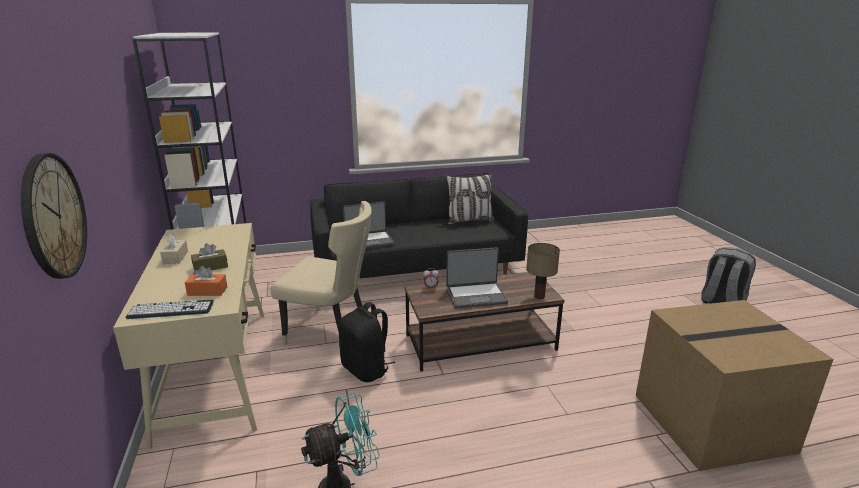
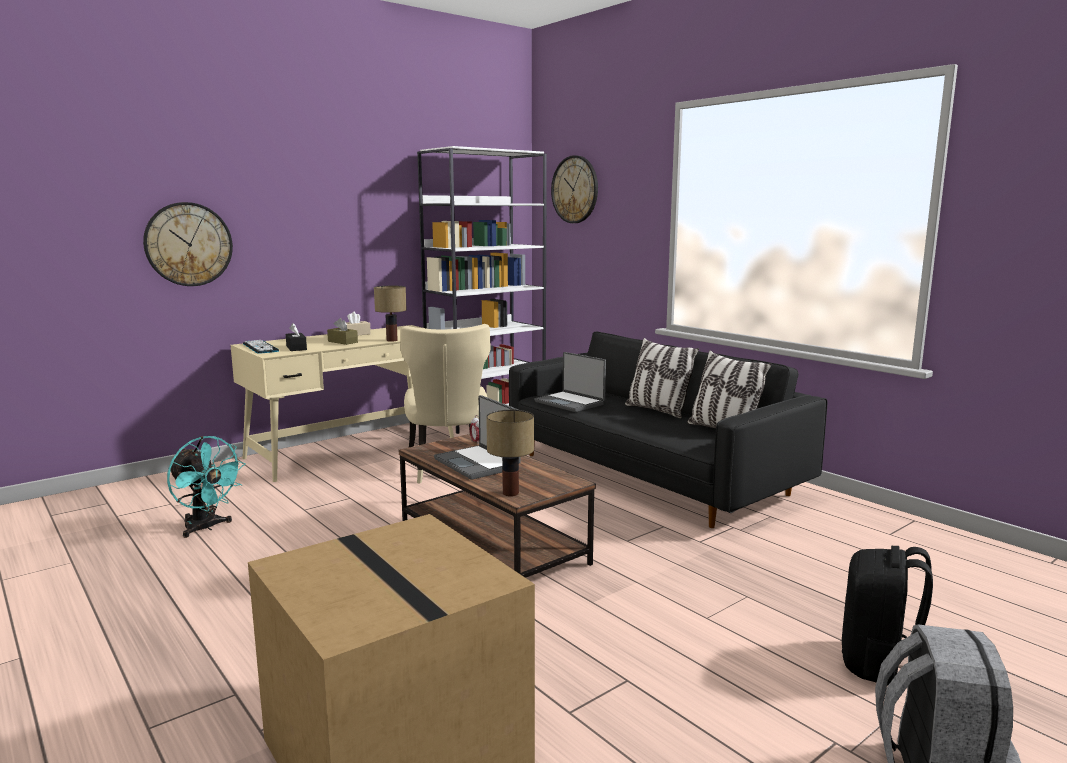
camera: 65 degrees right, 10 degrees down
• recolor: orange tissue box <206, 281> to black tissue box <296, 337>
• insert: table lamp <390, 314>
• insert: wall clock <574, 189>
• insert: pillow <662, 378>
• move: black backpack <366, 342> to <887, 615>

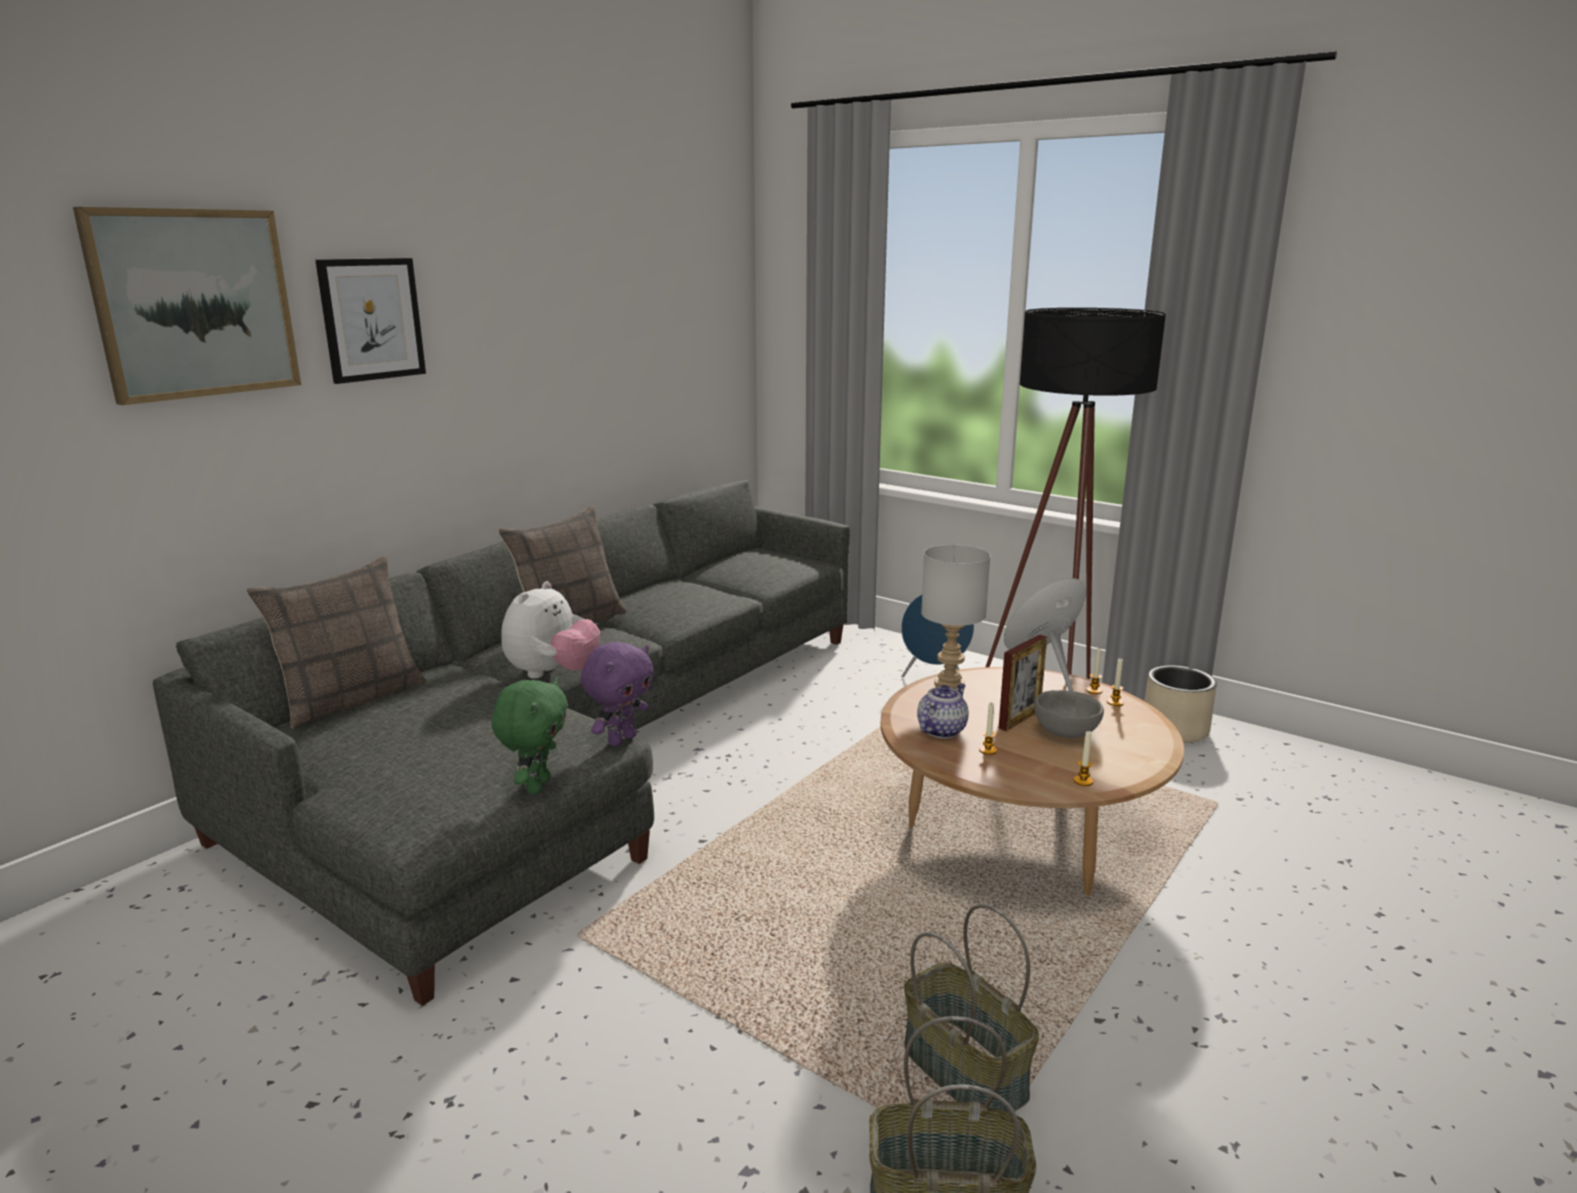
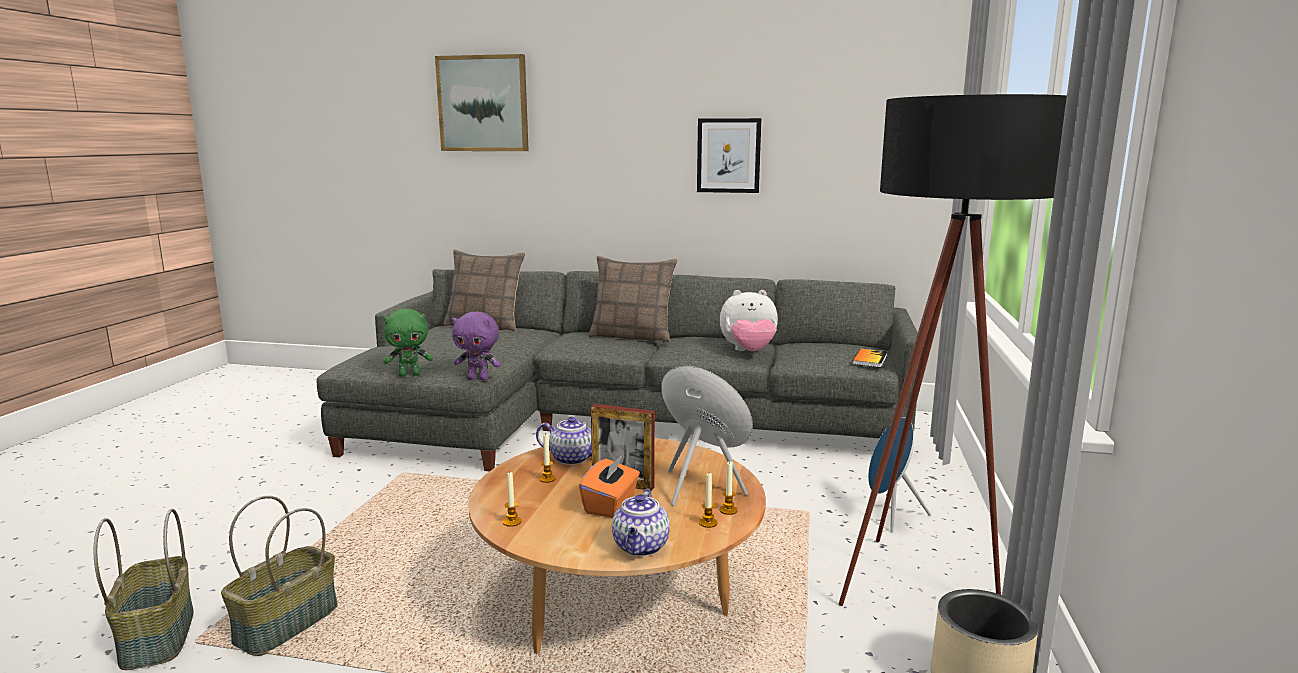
camera: 65 degrees right, 5 degrees down
• replace: grey bowl <1069, 714> to orange tissue box <609, 486>
• insert: teapot <641, 522>
• move: picture <370, 321> to <729, 155>
• move: plush toy <550, 629> to <749, 320>
• insert: book <870, 358>
• delete: grey table lamp <955, 617>

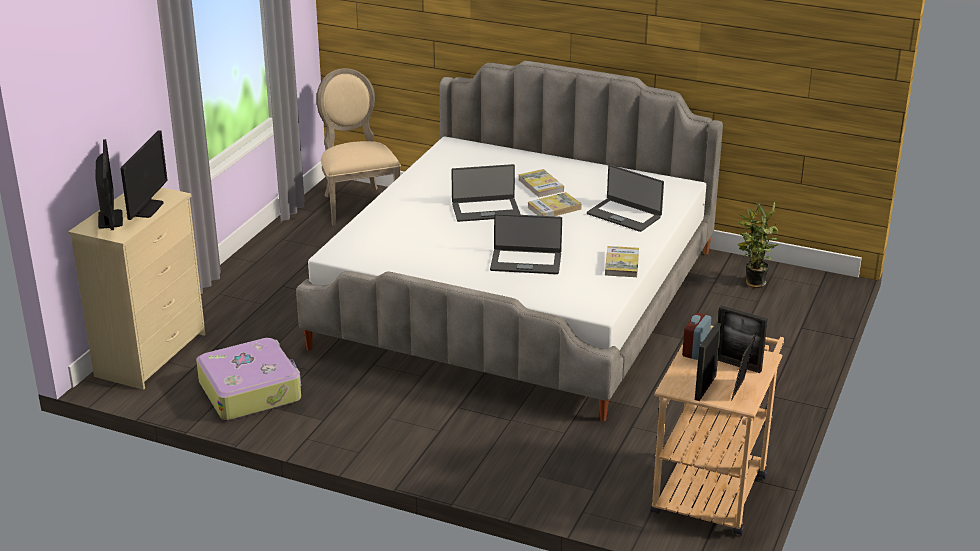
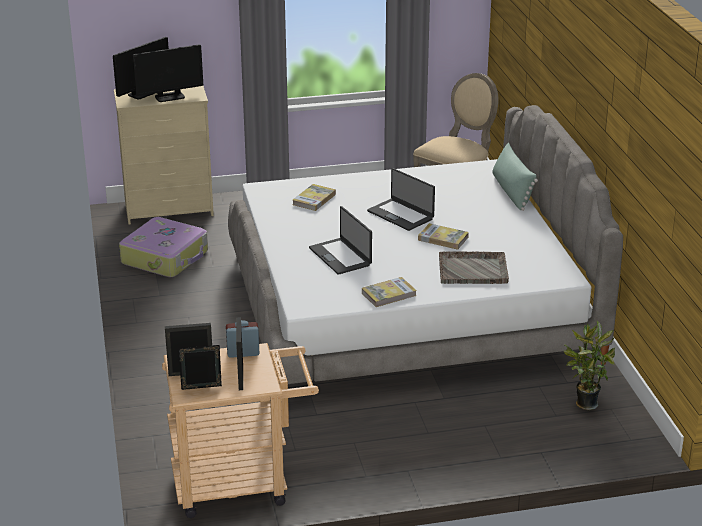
camera: 55 degrees right, 0 degrees up
• move: book <541, 183> to <314, 197>
• replace: laptop <625, 198> to grey tray <474, 267>
• insert: green pillow <515, 177>

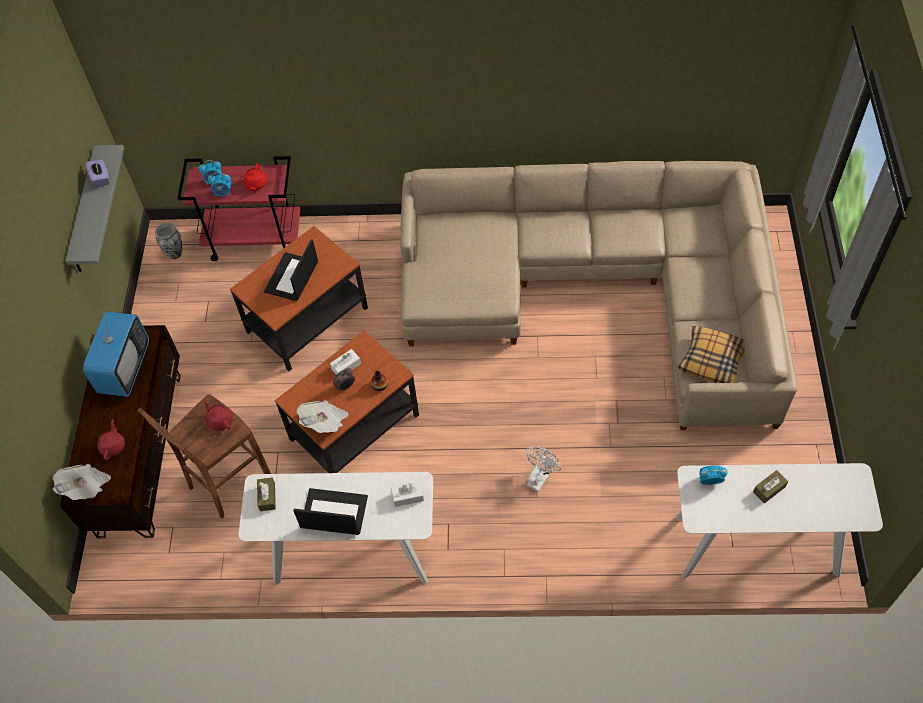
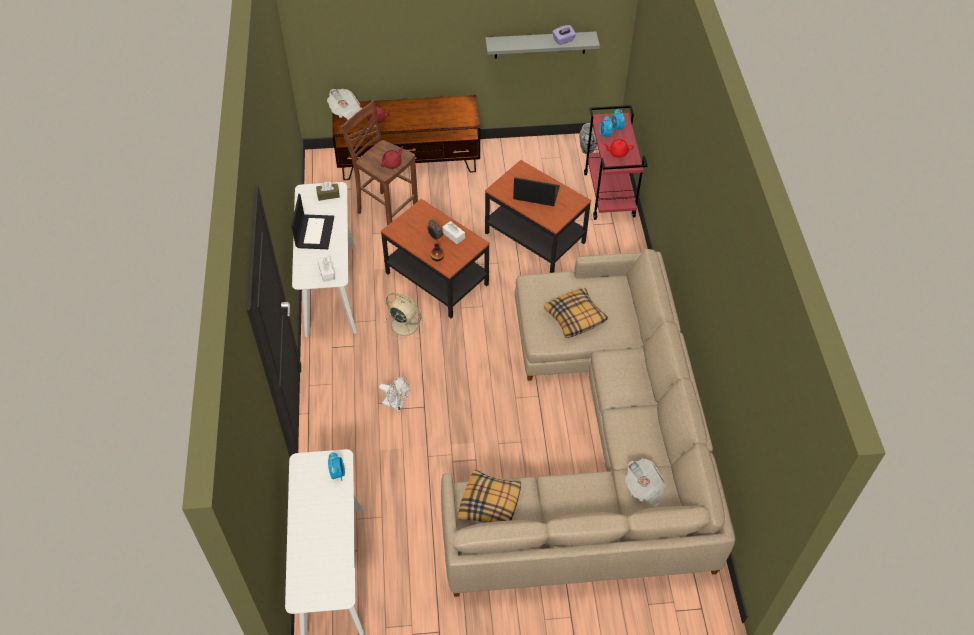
camera: 80 degrees right, 5 degrees down
• insert: beige fan <404, 316>
• insert: pillow <576, 313>
• move: newspaper <323, 416> to <645, 483>
• delete: television <116, 352>
• delete: brown tissue box <770, 486>

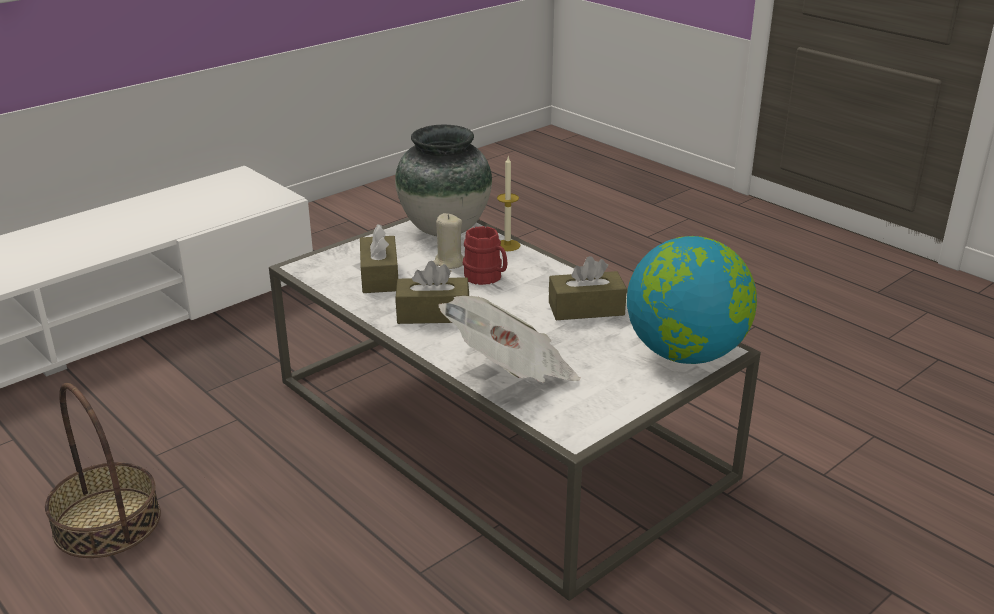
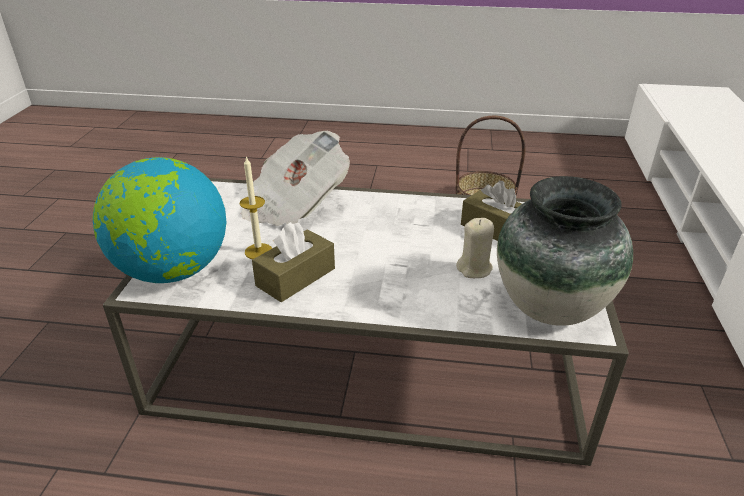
camera: 140 degrees right, 5 degrees up
• move: candle <509, 204> to <256, 207>
• delete: brown tissue box <432, 292>
• delete: red mug <485, 255>

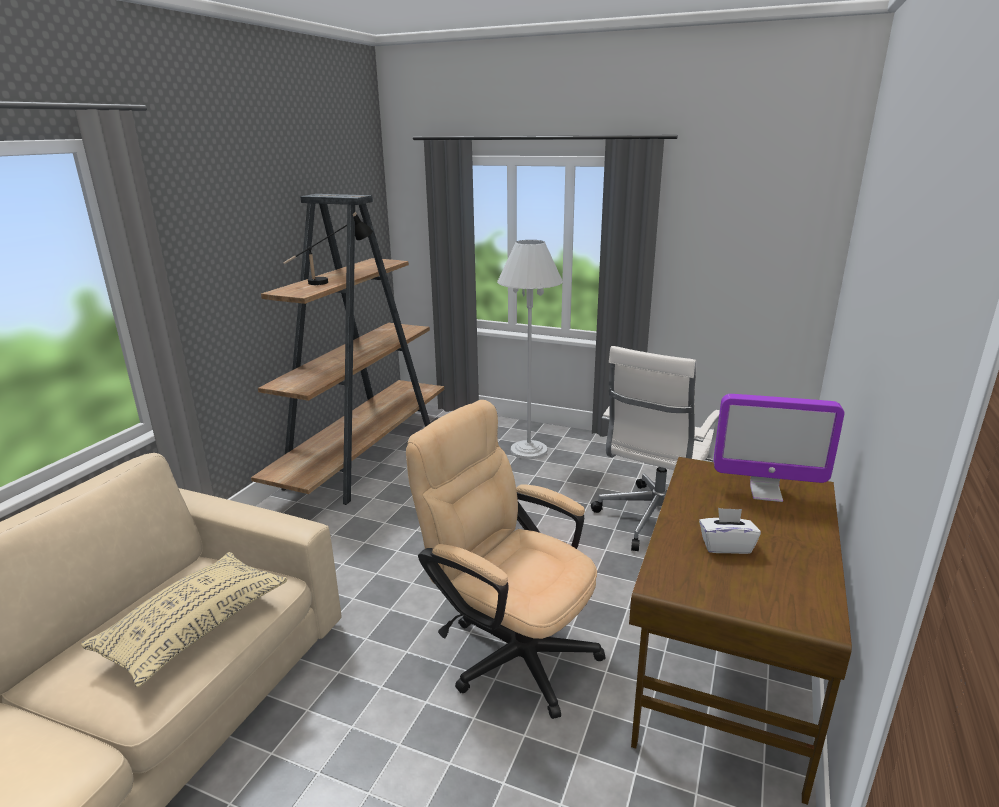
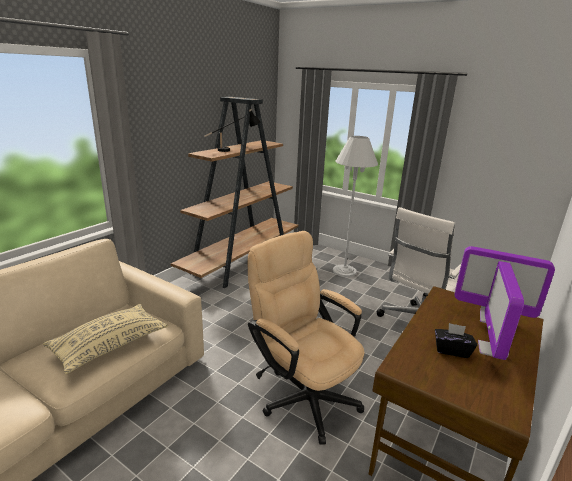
camera: 10 degrees right, 0 degrees up
• recolor: white tissue box <730, 531> to black tissue box <456, 340>
• insert: monitor <501, 310>

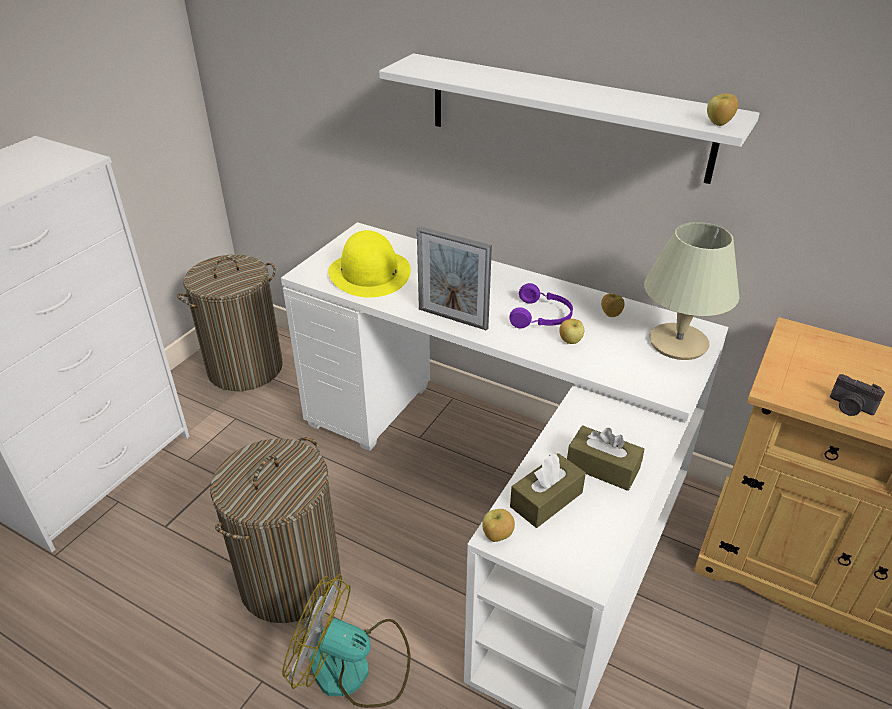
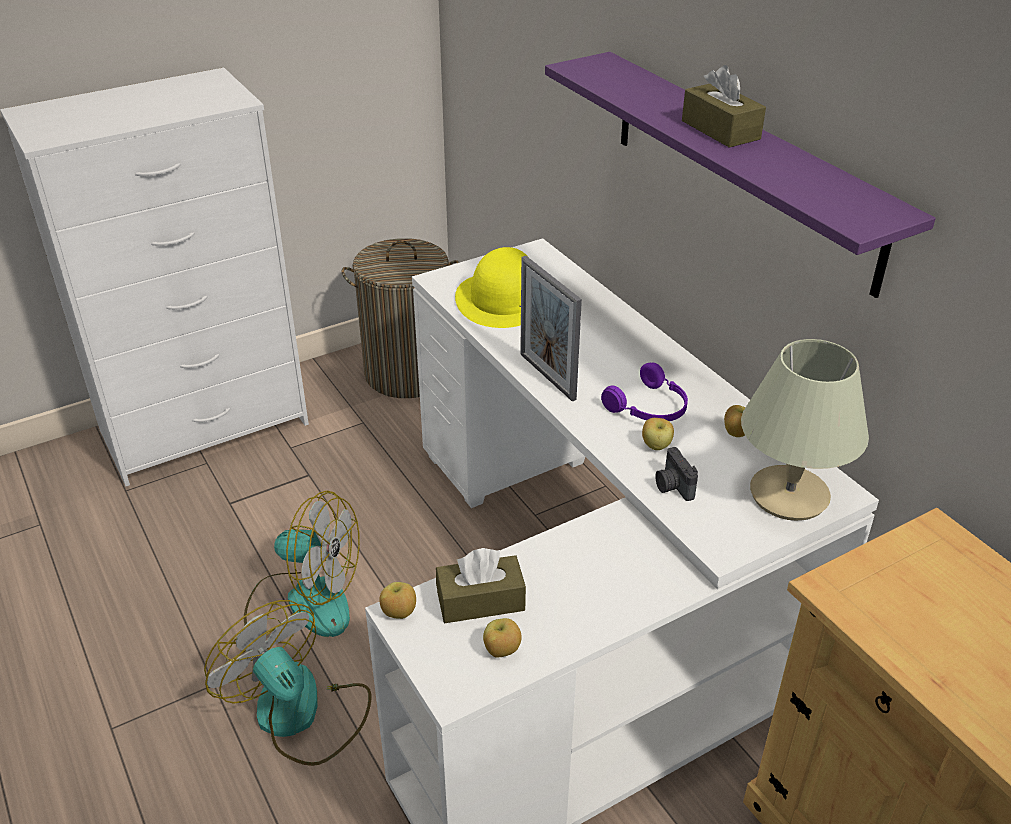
camera: 30 degrees right, 0 degrees up
• replace: laundry basket <275, 530> to fan <302, 564>
• move: apple <722, 109> to <502, 637>
• recolor: white shelf <569, 118> to purple shelf <740, 175>
• move: photo camera <857, 395> to <676, 474>
• move: brown tissue box <605, 458> to <724, 106>

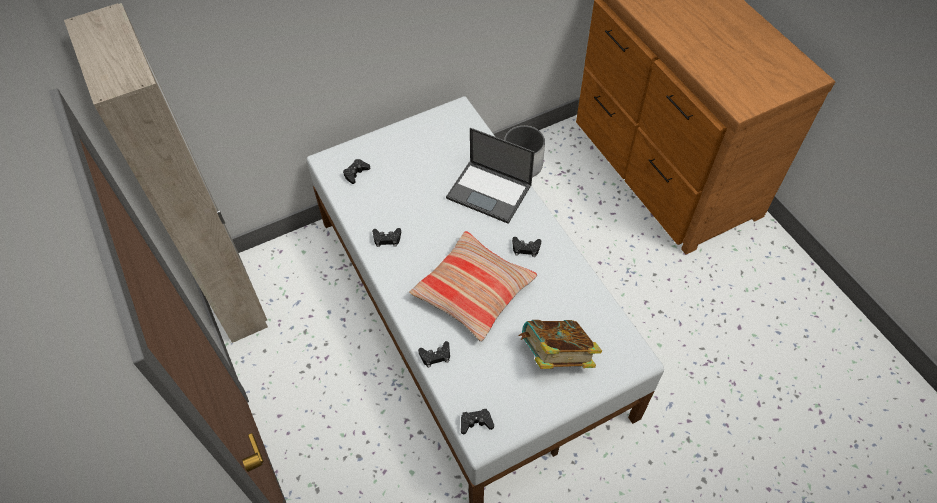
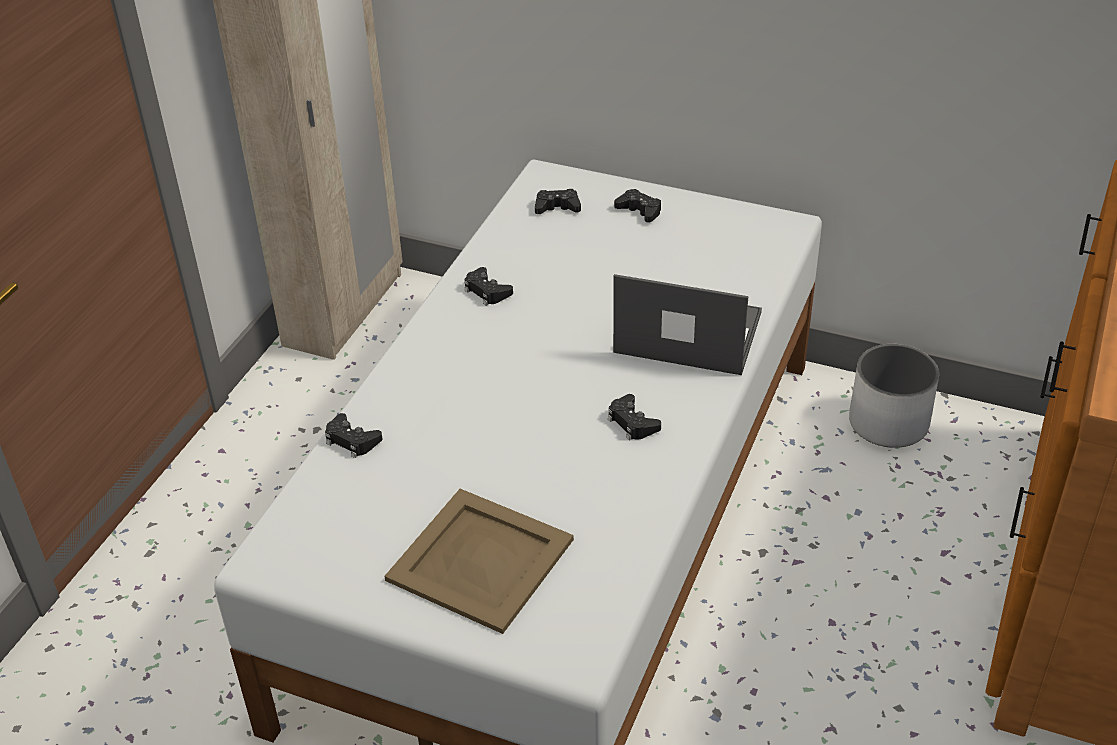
camera: 50 degrees right, 15 degrees down
• replace: book <560, 344> to beige tray <479, 561>
• rotate: laptop <490, 176> = <687, 324> 120 degrees clockwise
• move: black game controller <477, 421> to <637, 206>
• delete: pillow <473, 286>

